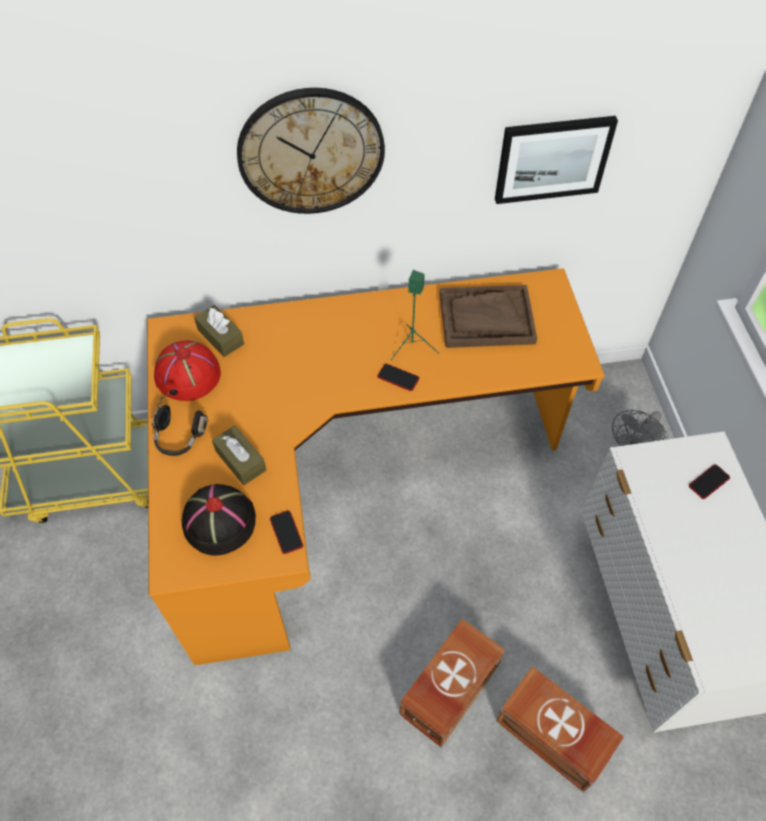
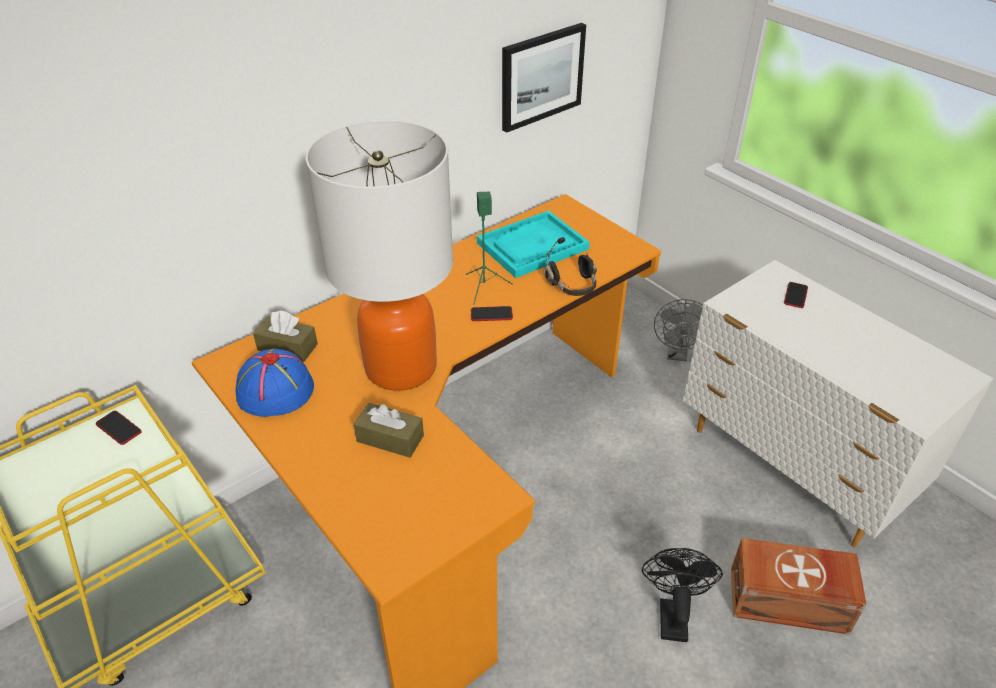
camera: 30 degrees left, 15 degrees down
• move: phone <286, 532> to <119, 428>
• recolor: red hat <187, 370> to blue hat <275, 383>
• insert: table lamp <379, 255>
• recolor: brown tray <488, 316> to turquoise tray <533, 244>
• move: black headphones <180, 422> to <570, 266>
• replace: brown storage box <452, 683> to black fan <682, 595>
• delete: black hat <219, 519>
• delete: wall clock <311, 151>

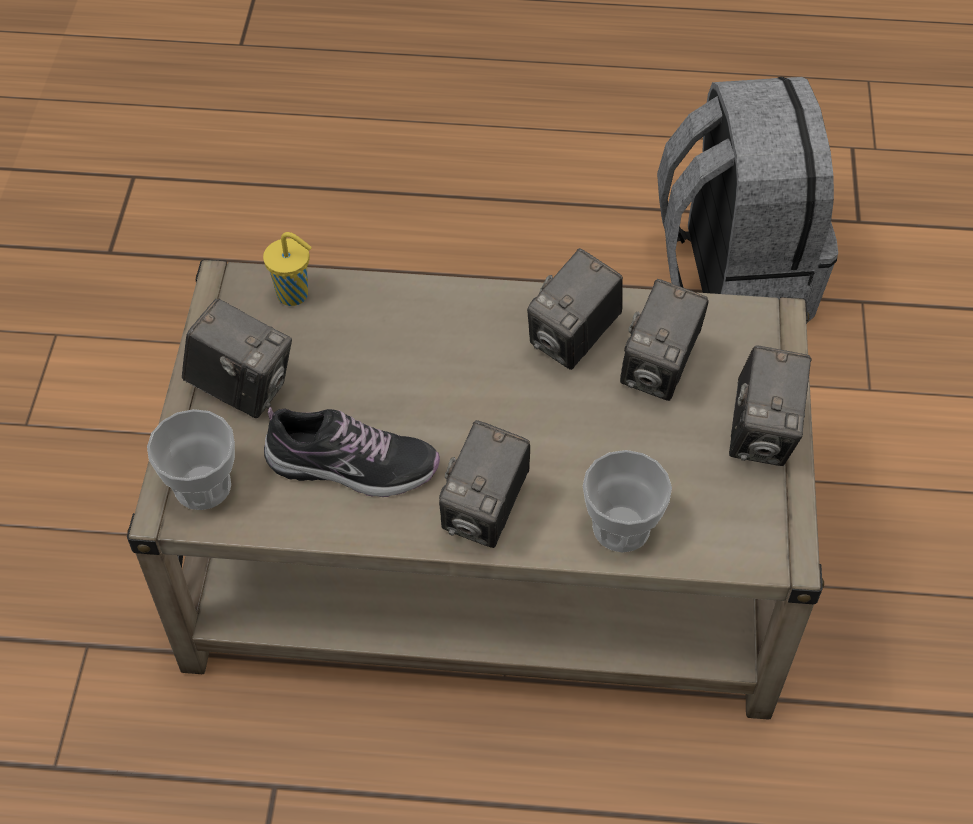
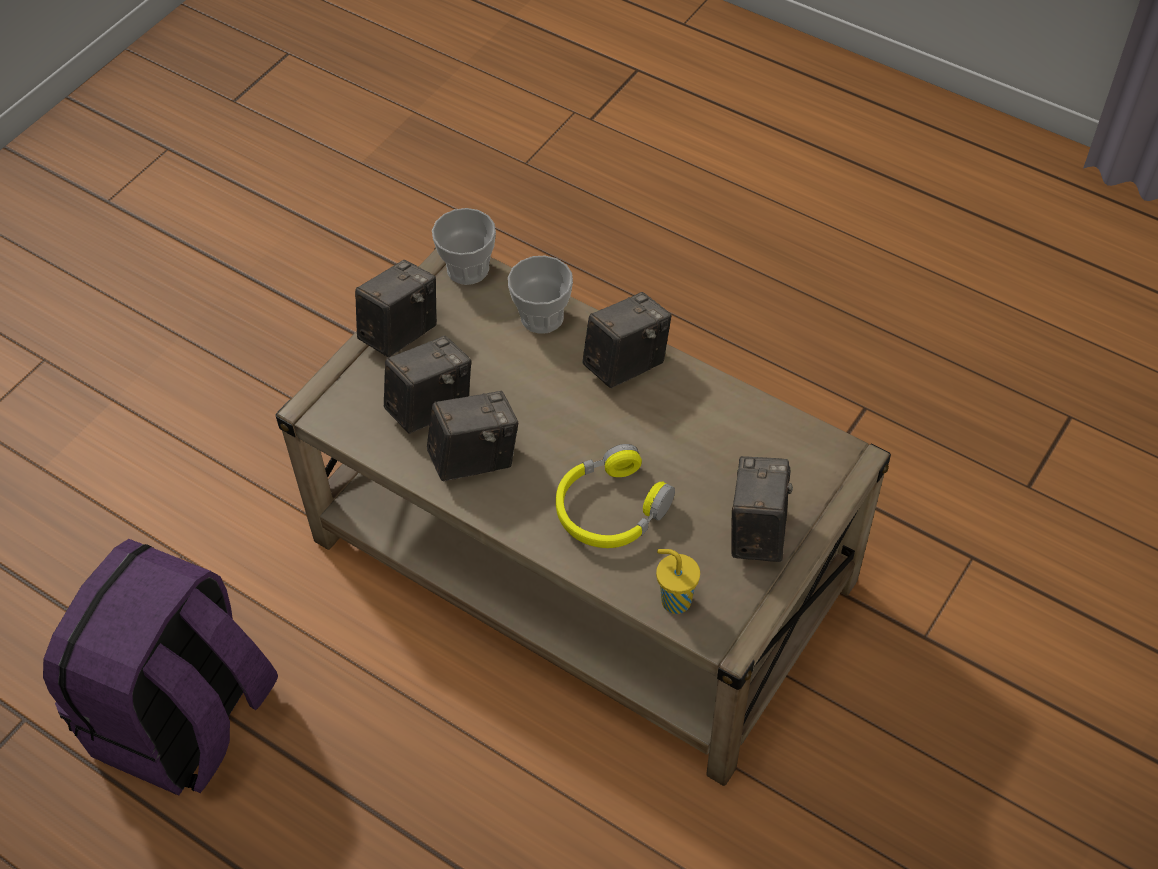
camera: 150 degrees left, 0 degrees up
• recolor: grey backpack <747, 199> to purple backpack <160, 667>
• move: cup <191, 459> to <464, 246>
• insert: yellow headphones <615, 496>
• rotate: photo camera <237, 358> = <762, 509> 45 degrees clockwise
• delete: shoe <352, 452>

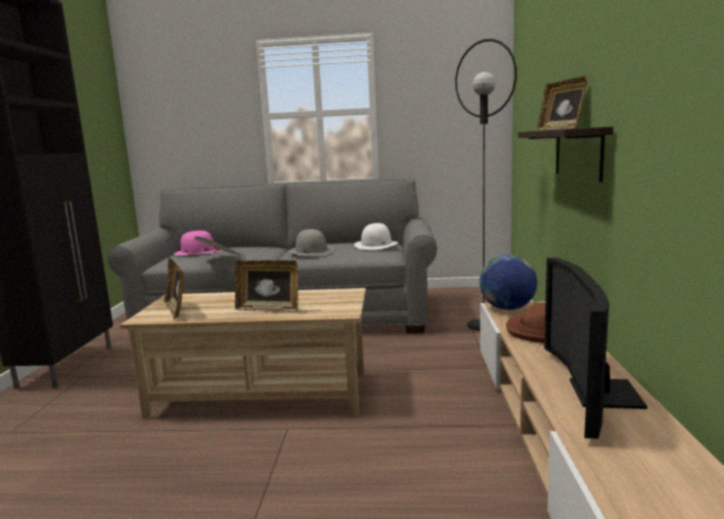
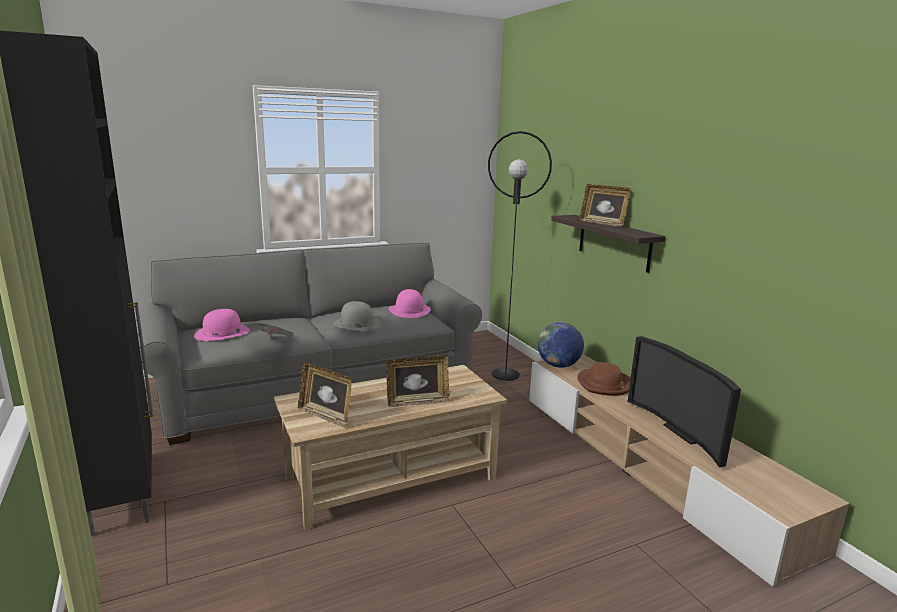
camera: 30 degrees left, 5 degrees up
• recolor: white hat <376, 236> to pink hat <410, 303>

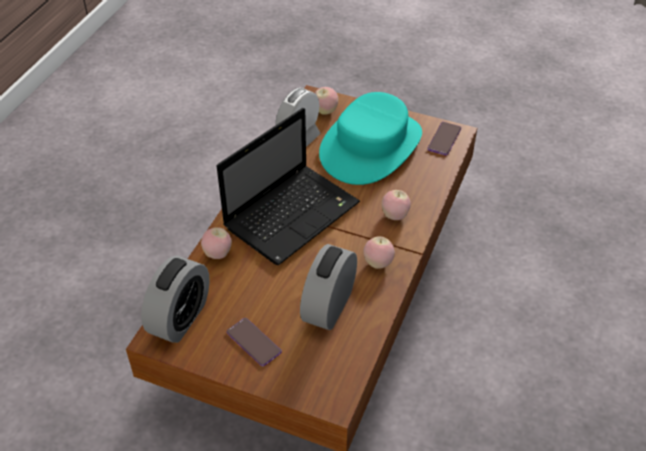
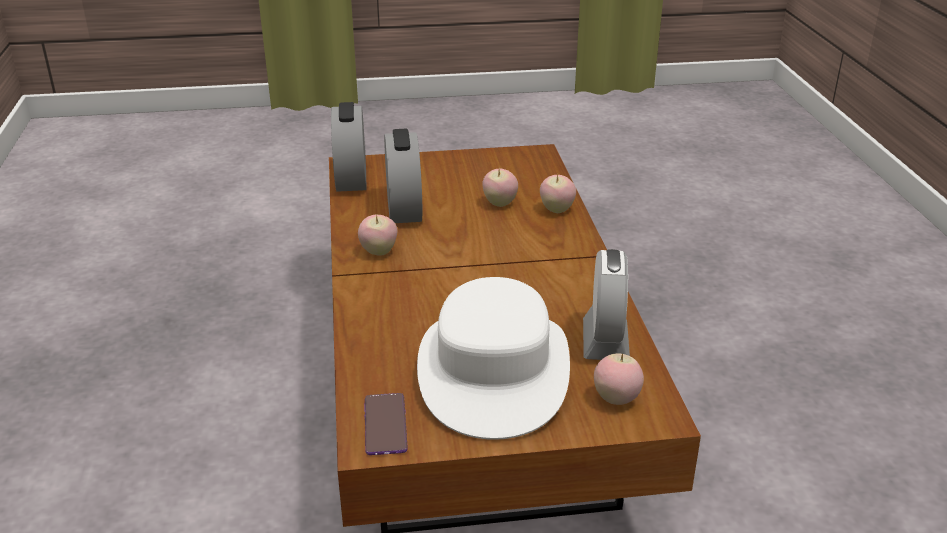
camera: 150 degrees right, 15 degrees down
• move: alarm clock <175, 299> to <349, 147>
• recolor: turquoise hat <370, 138> to white hat <493, 358>
• move: apple <396, 205> to <500, 188>
• delete: laptop <288, 186>
• delete: phone <254, 342>

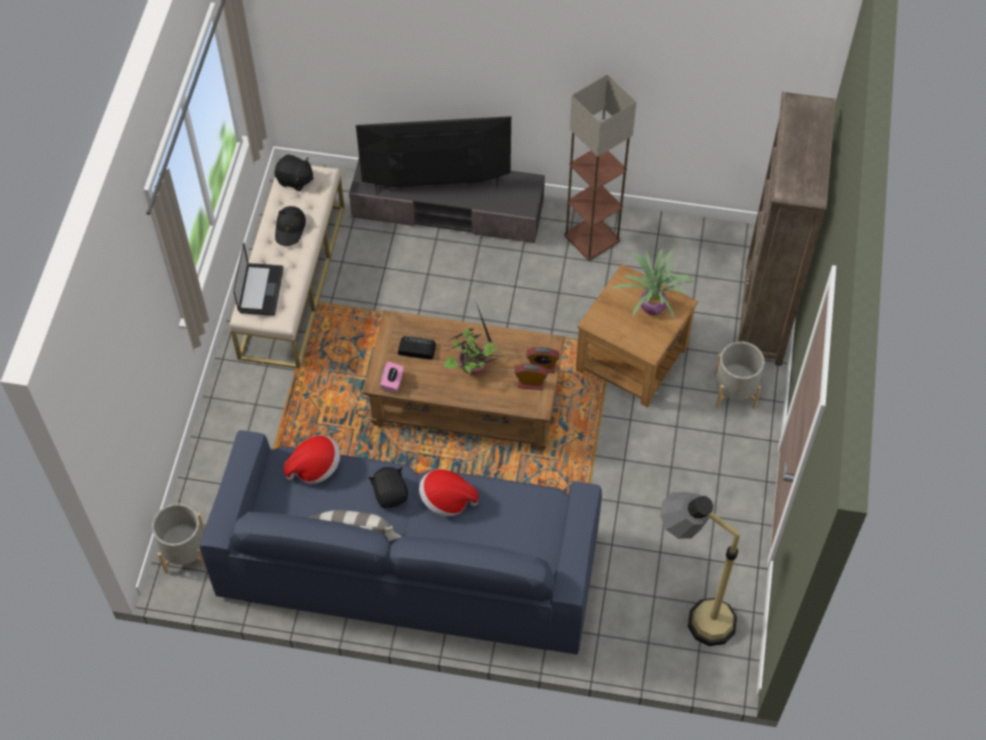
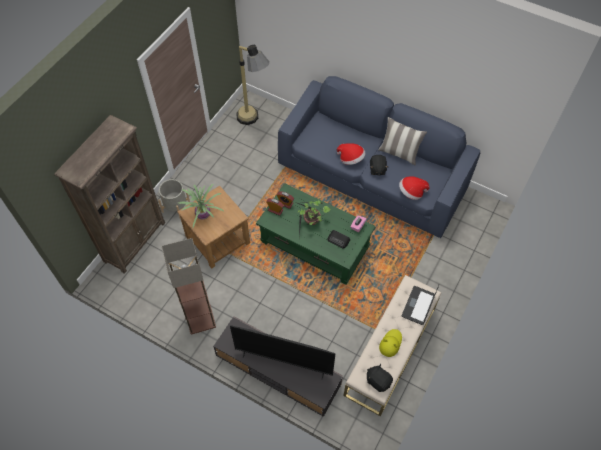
camera: 160 degrees left, 0 degrees up
• recolor: brown coffee table <464, 380> to green coffee table <316, 234>
• recolor: black hat <290, 226> to yellow hat <390, 343>
• delete: grey planter <179, 538>

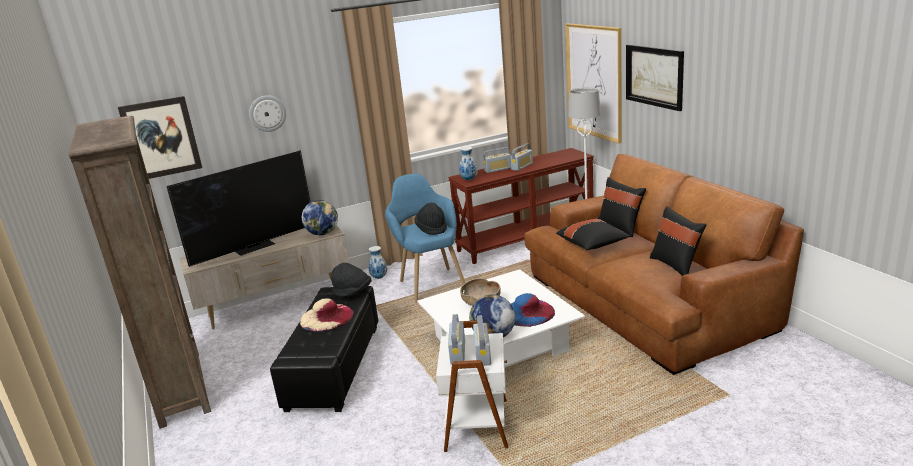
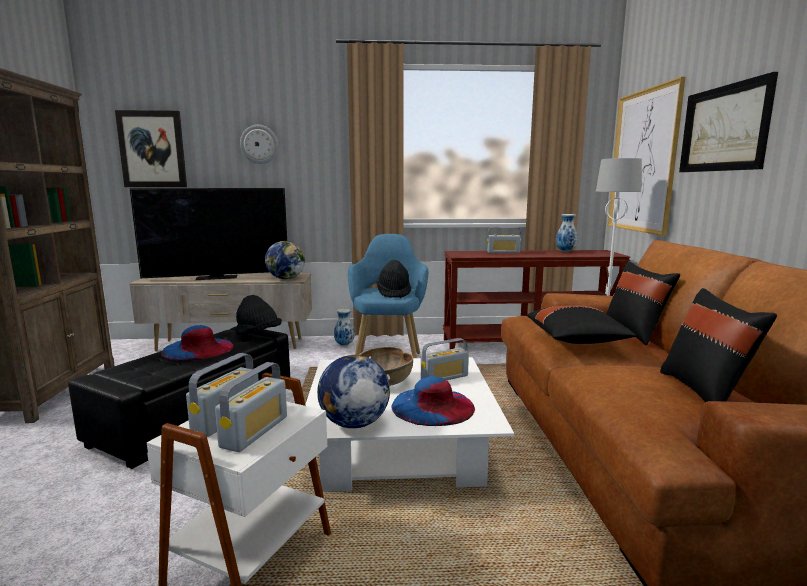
camera: 20 degrees right, 10 degrees down
• recolor: beige hat <326, 315> to blue hat <197, 343>
• move: radio <521, 157> to <445, 359>
• move: vase <468, 163> to <567, 233>

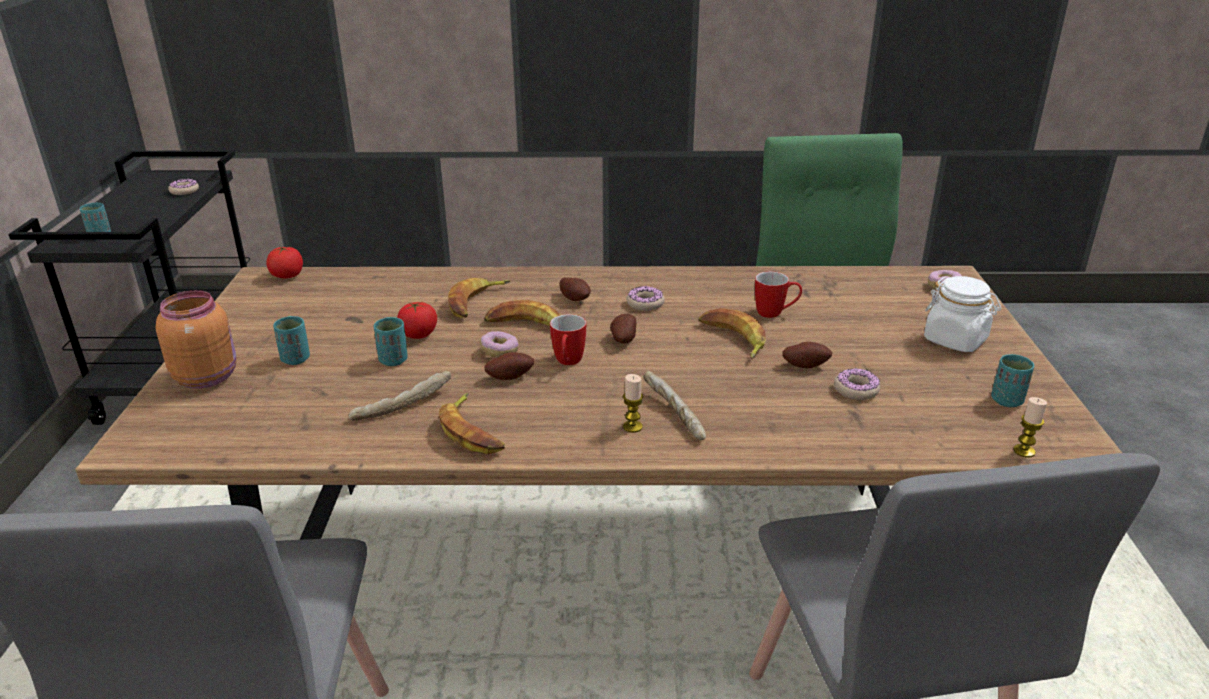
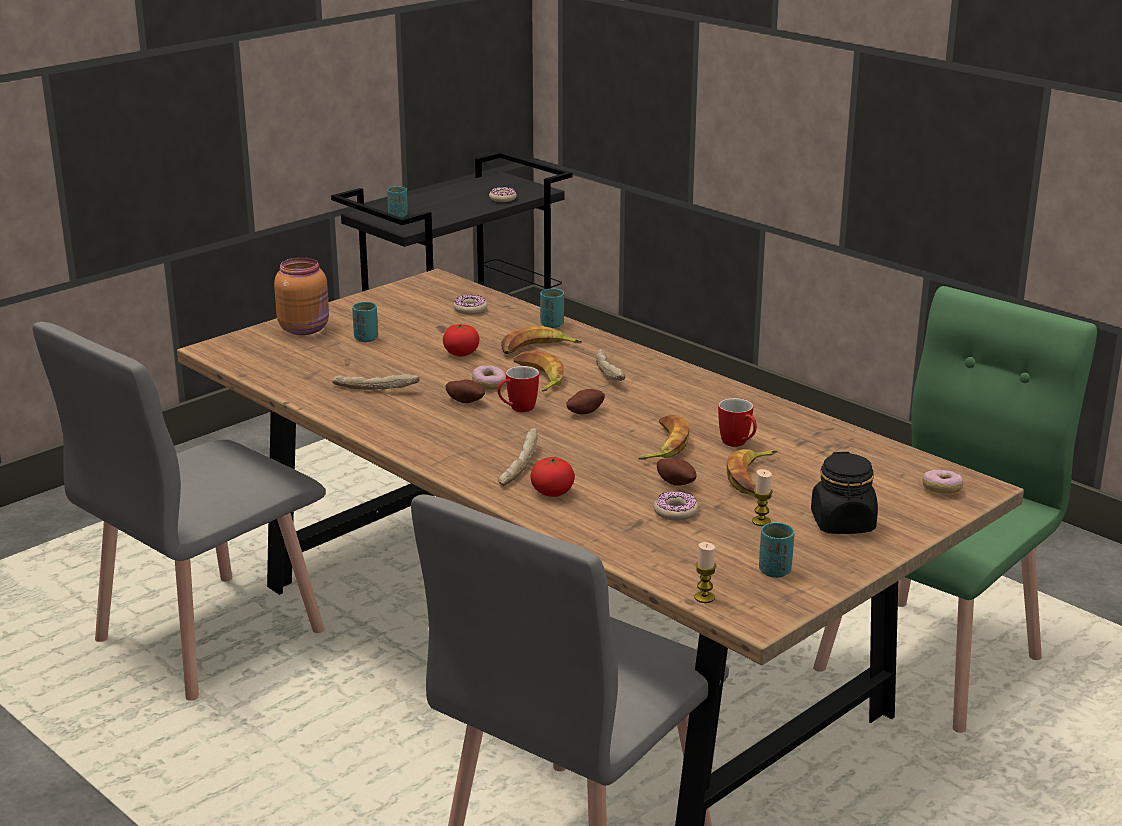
camera: 45 degrees right, 5 degrees down
• move: donut <645, 298> to <470, 305>
• move: tomato <284, 262> to <552, 476>
• move: turquoise cup <391, 341> to <552, 308>
• replace: potato <575, 289> to bread <610, 365>
• move: banana <472, 423> to <752, 471>
• move: candle <633, 403> to <762, 497>
• recolor: white jar <962, 314> to black jar <844, 493>

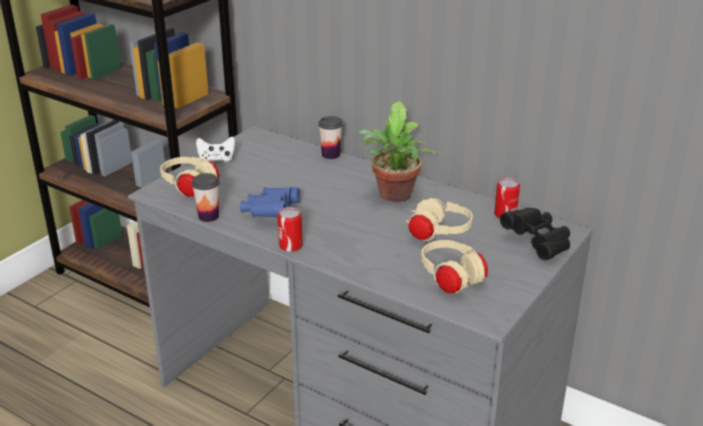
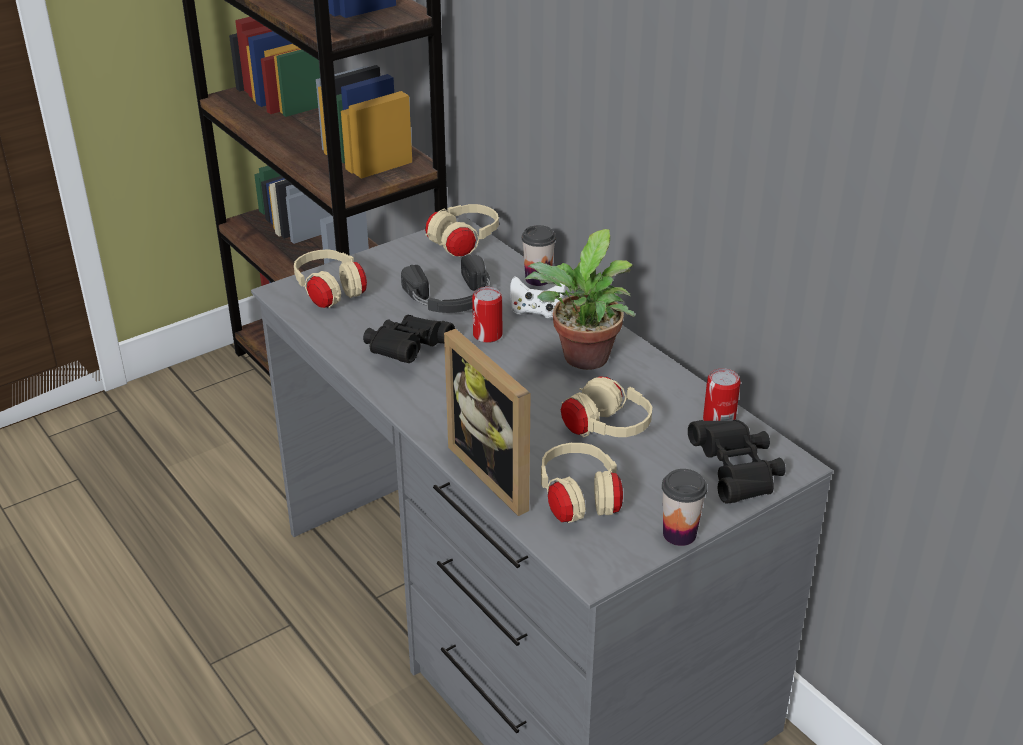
camera: 20 degrees right, 5 degrees up
• recolor: blue binoculars <270, 202> to black binoculars <409, 339>
• insert: black headphones <445, 284>
• insert: beige headphones <462, 230>
• insert: picture frame <487, 422>
• move: can <290, 229> to <487, 315>
• move: white game controller <215, 149> to <537, 298>
• move: cup <206, 197> to <684, 507>

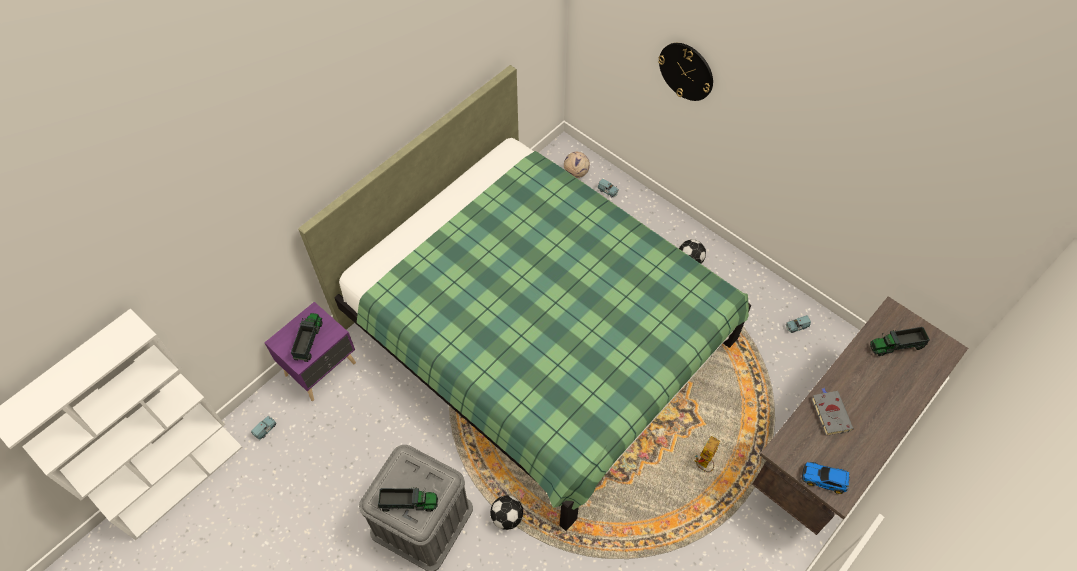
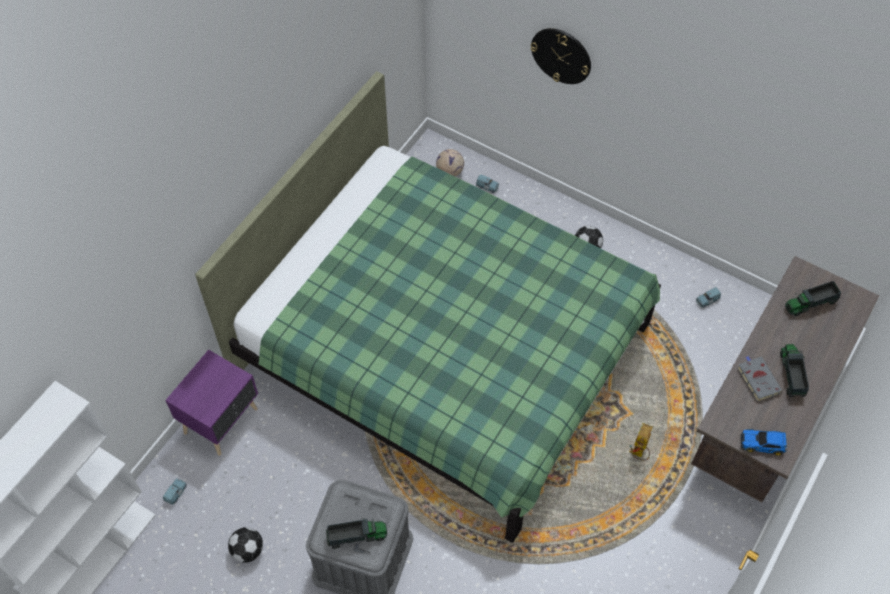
camera: 10 degrees left, 0 degrees up
• move: football <506, 512> to <245, 545>
• move: toy truck <307, 337> to <794, 370>

